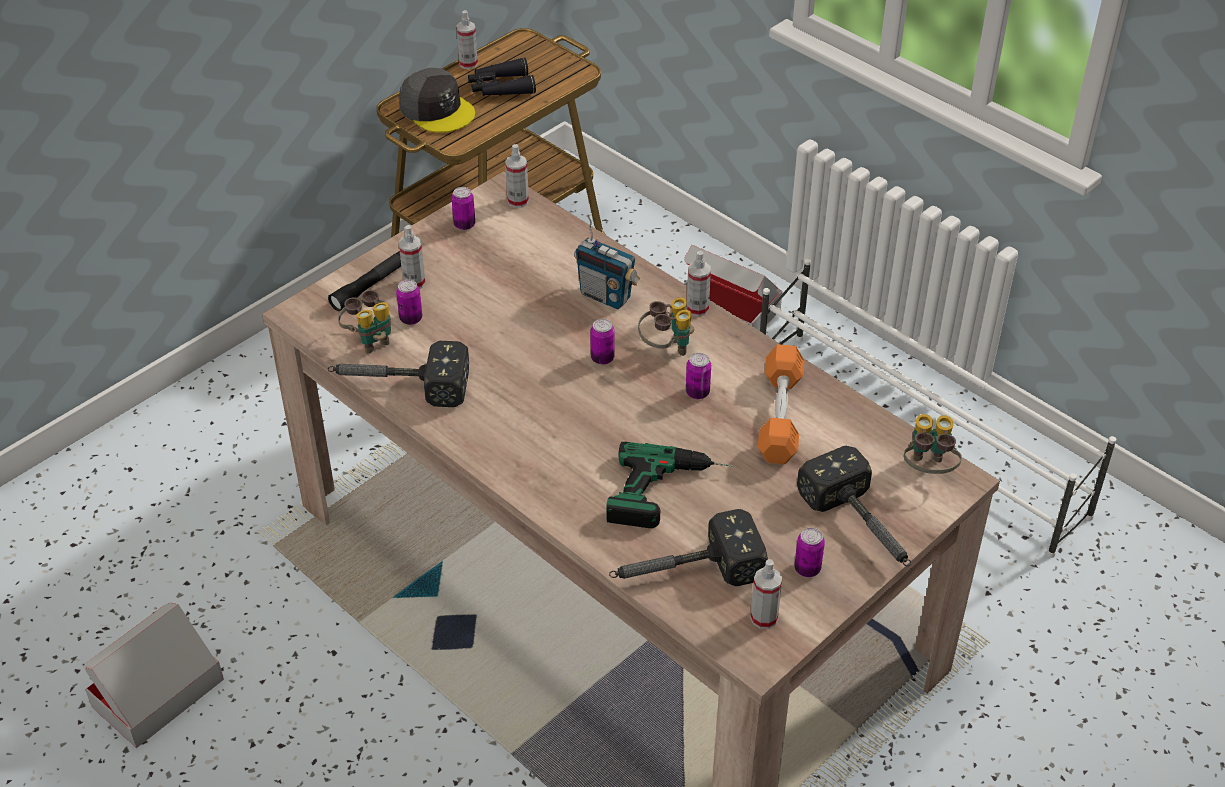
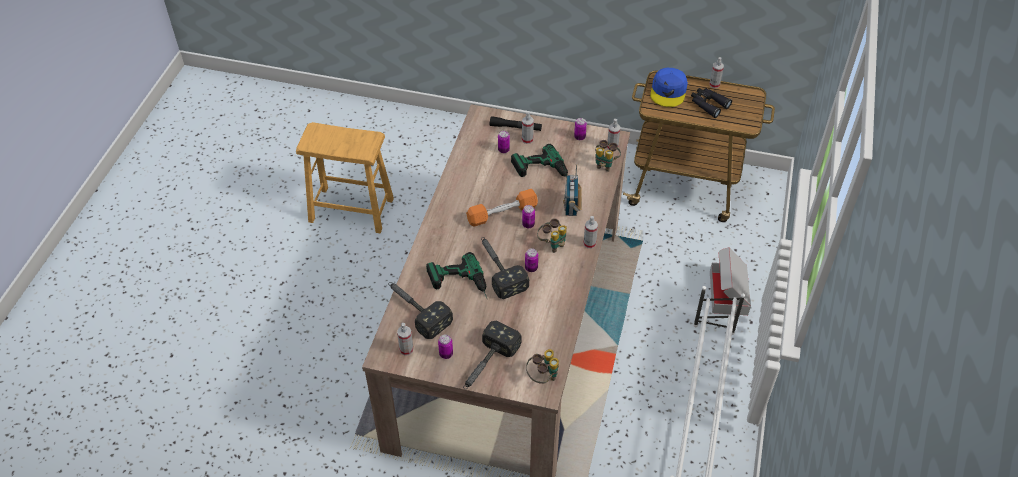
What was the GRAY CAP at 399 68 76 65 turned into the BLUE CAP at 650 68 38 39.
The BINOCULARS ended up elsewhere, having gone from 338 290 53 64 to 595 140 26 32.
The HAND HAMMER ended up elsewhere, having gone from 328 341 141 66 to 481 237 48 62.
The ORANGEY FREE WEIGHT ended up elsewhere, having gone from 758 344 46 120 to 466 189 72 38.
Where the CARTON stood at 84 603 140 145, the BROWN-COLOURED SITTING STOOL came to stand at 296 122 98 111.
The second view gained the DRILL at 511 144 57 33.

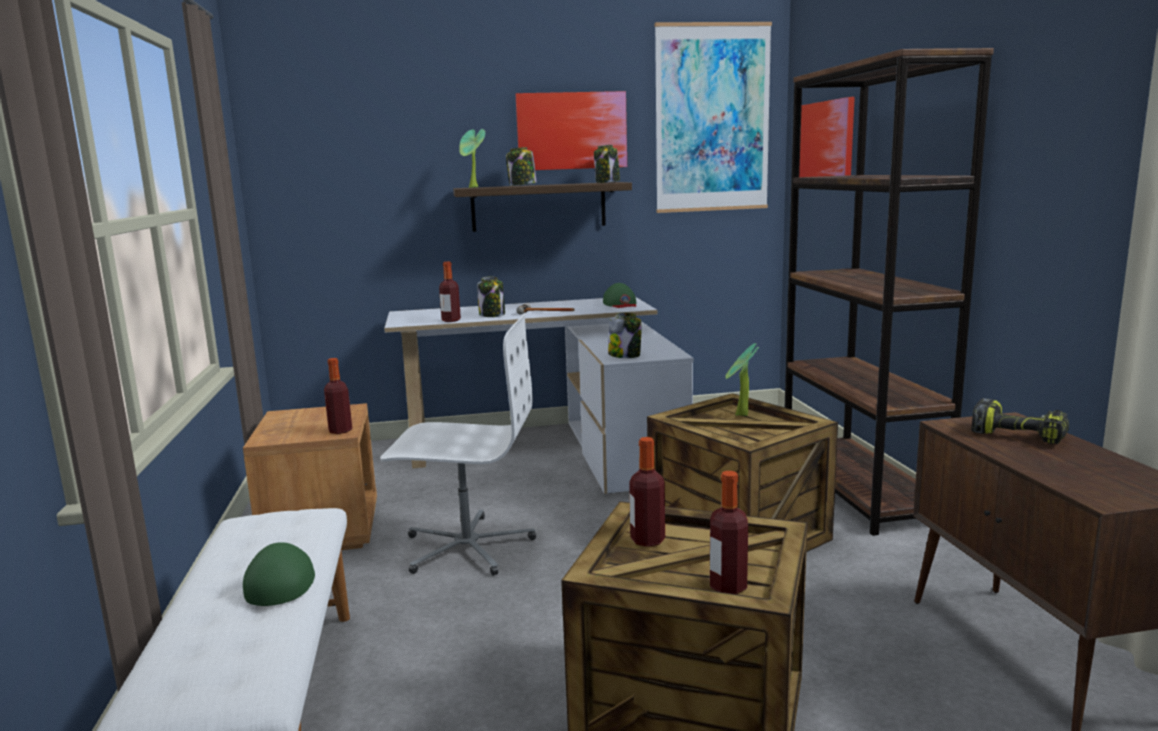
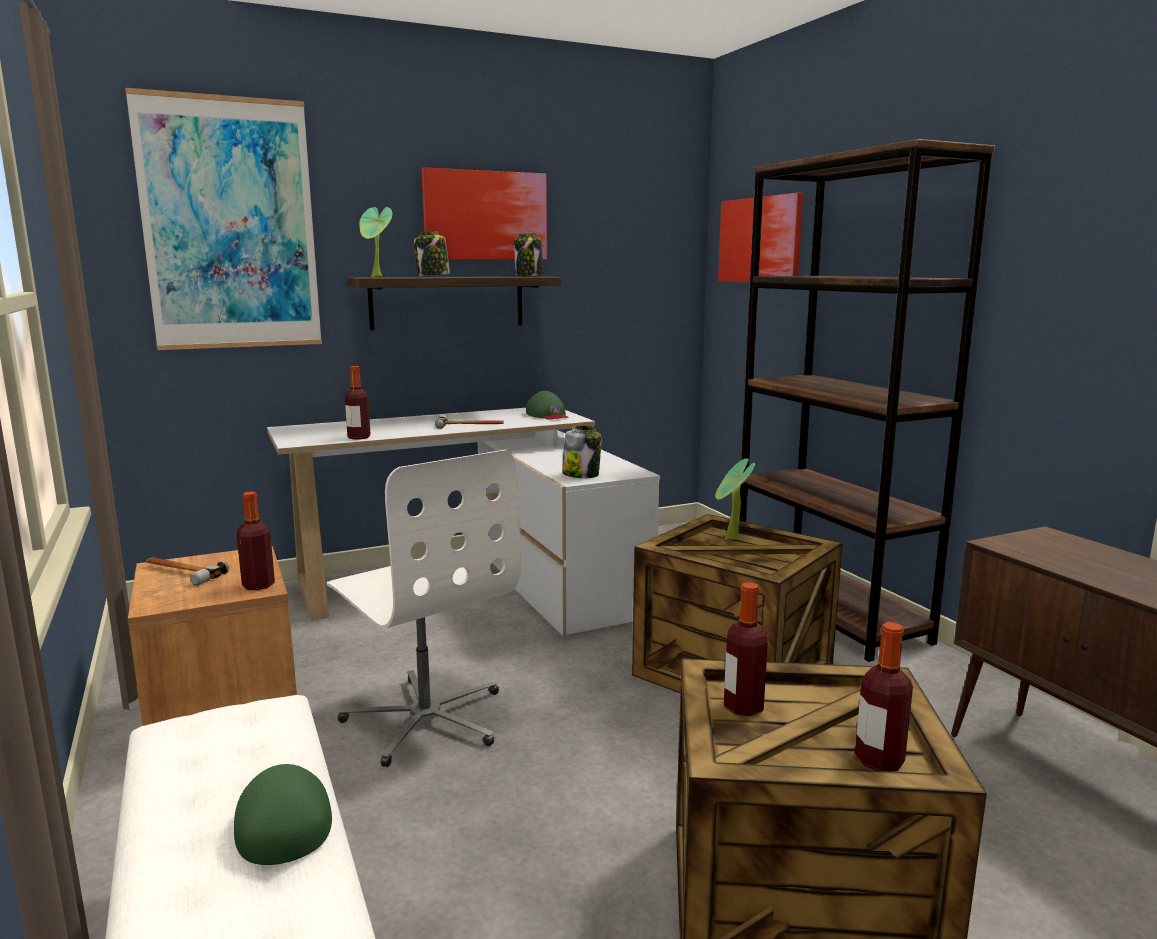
The WALL PICTURE ended up elsewhere, having gone from 655 22 117 191 to 125 88 197 262.
The second view lost the STORAGE JAR at 477 276 28 41.
The WHITISH COMPUTER CHAIR at 380 314 156 262 ended up facing another way, 60 degrees clockwise from before.
The second view lost the DRILL at 971 398 98 46.
The second view gained the HAND HAMMER at 146 558 83 28.

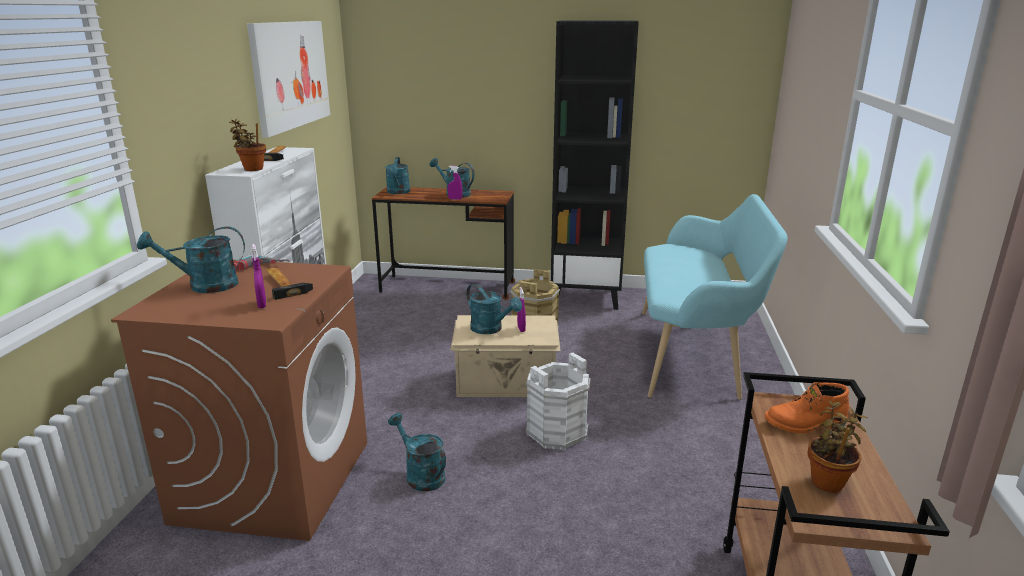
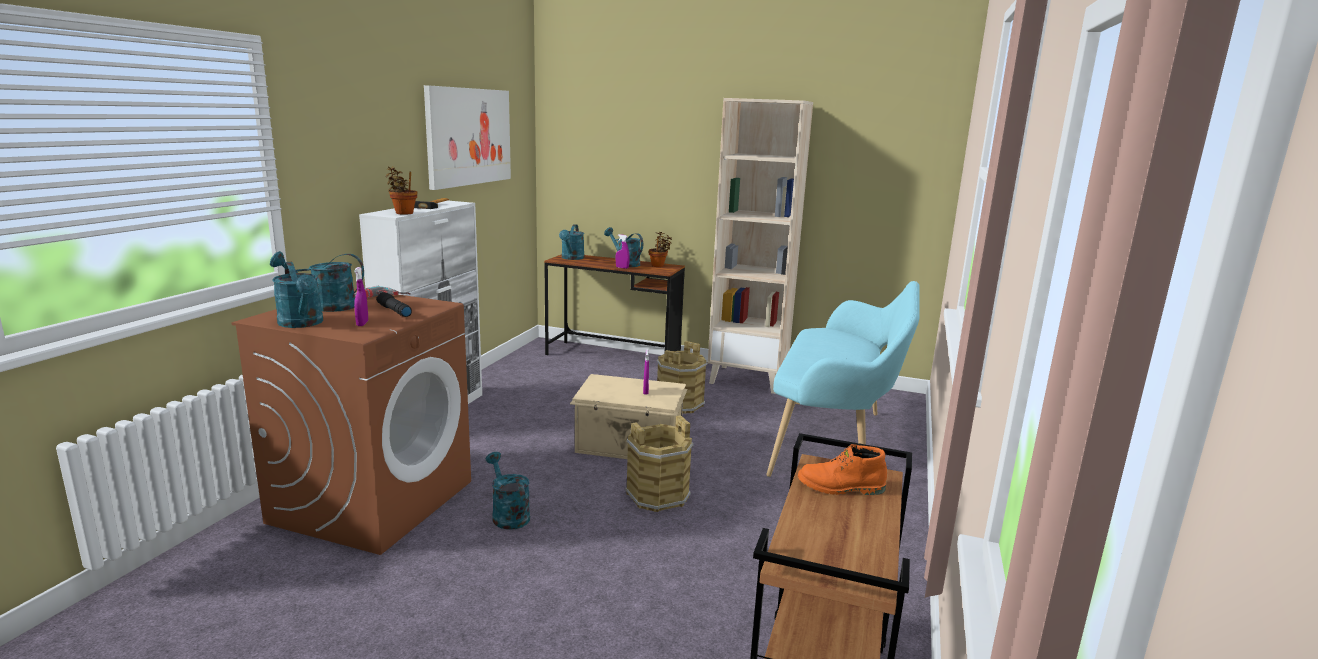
What was the BLACK BOOKCASE at 551 20 88 290 turned into the BEIGE BOOKCASE at 708 98 105 296.
Where the HAND HAMMER stood at 266 268 47 32, the BLACK TORCH came to stand at 376 292 36 25.
The BLUE-GREEN WATERING CAN ended up elsewhere, having gone from 466 284 56 50 to 272 262 51 66.
What was the WHITISH BUCKET at 526 353 65 97 turned into the BROWN-COLOURED BUCKET at 625 415 69 97.
The POTTED PLANT ended up elsewhere, having gone from 808 400 60 93 to 649 232 23 35.

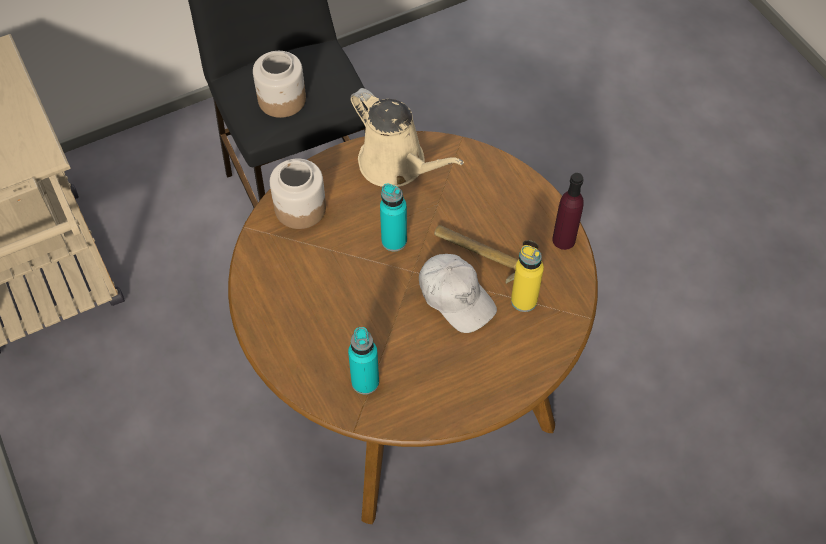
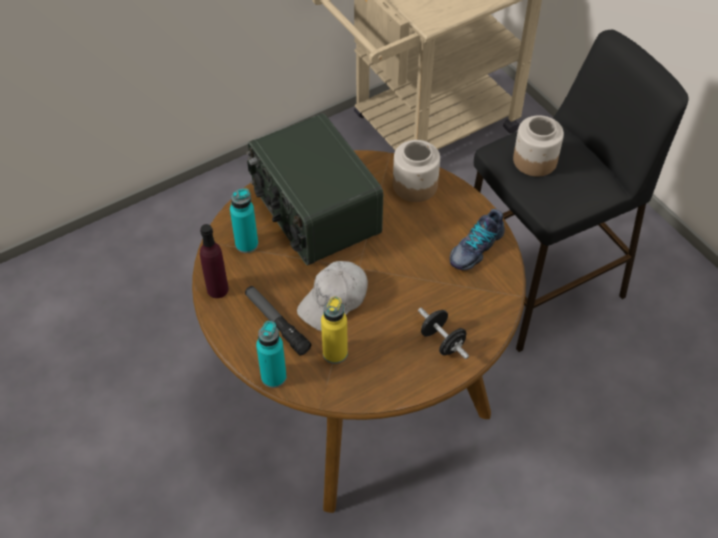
Where the BEIGE WATERING CAN stood at 350 88 114 99, the ITEM OF FOOTWEAR came to stand at 449 209 56 61.
The PURPLISH BOTTLE ended up elsewhere, having gone from 552 173 32 77 to 200 224 29 74.
The BLUE-GREEN BOTTLE ended up elsewhere, having gone from 380 183 27 69 to 256 321 31 67.
The second view lost the HAND HAMMER at 434 225 104 59.
The second view gained the RADIO RECEIVER at 247 113 136 152.
The second view gained the TORCH at 245 286 66 69.
The second view gained the BLACK FREE WEIGHT at 418 307 51 52.

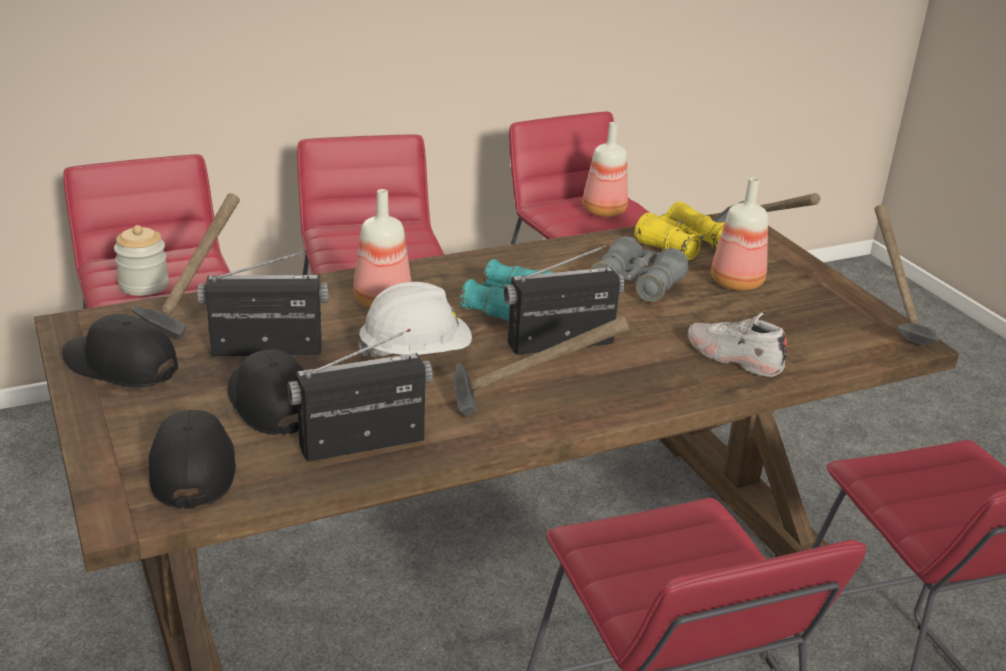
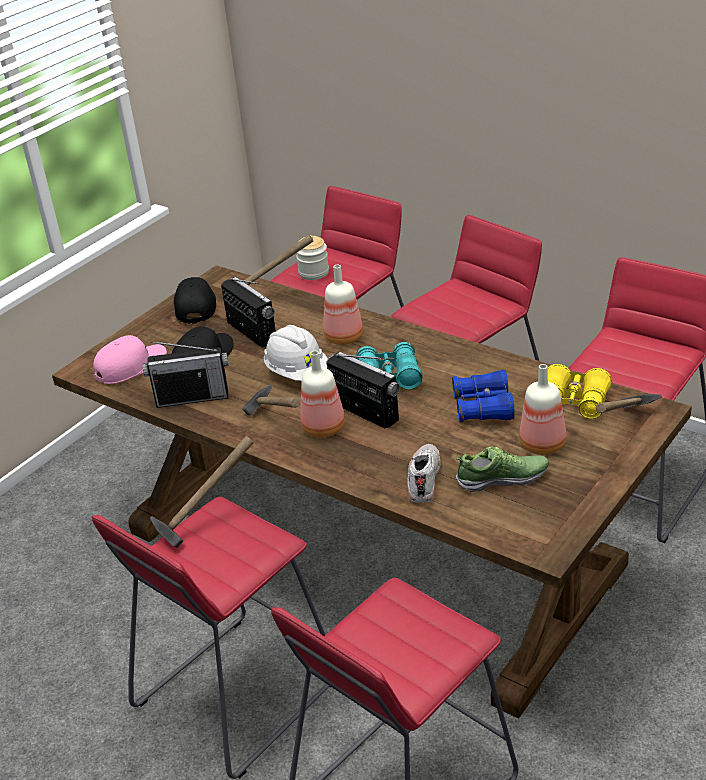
The BOTTLE ended up elsewhere, having gone from 583 122 45 95 to 300 351 45 86.
The HAND HAMMER ended up elsewhere, having gone from 875 205 63 141 to 150 436 104 112.
What was the GRAY BINOCULARS at 590 236 99 66 turned into the BLUE BINOCULARS at 452 370 63 53.
The RADIO RECEIVER at 287 329 146 132 ended up facing another way, 135 degrees clockwise from before.
What was the BLACK CAP at 149 410 87 99 turned into the PINKISH CAP at 93 335 74 49.
The second view gained the ITEM OF FOOTWEAR at 456 447 93 45.

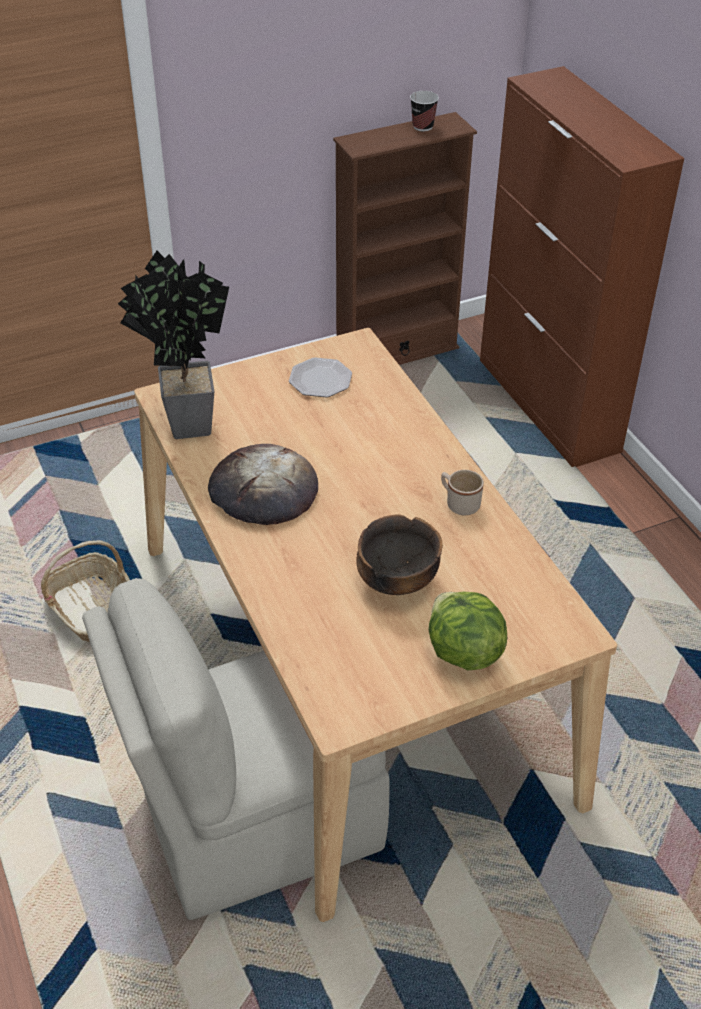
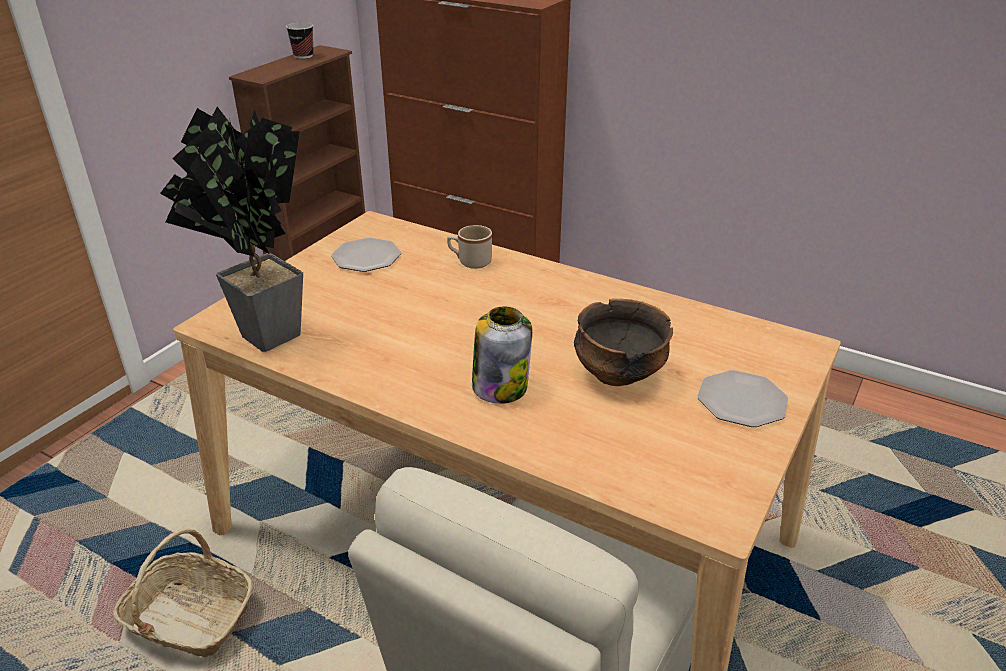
The second view lost the BREAD at 208 444 110 81.
The BEIGE MUG ended up elsewhere, having gone from 441 470 43 45 to 447 225 45 44.
Where the LETTUCE HEAD stood at 429 592 78 78, the PLATE came to stand at 697 370 92 57.
The second view gained the STORAGE JAR at 472 307 60 97.

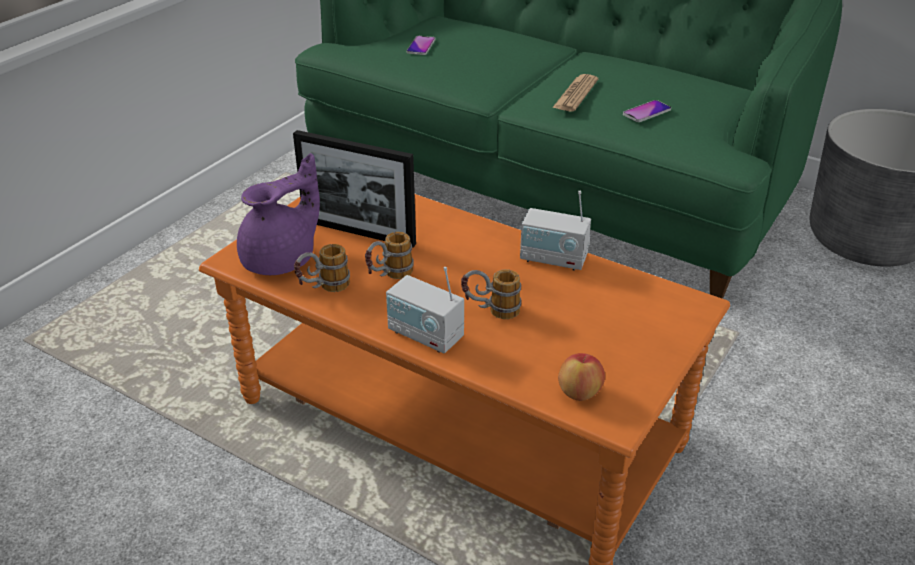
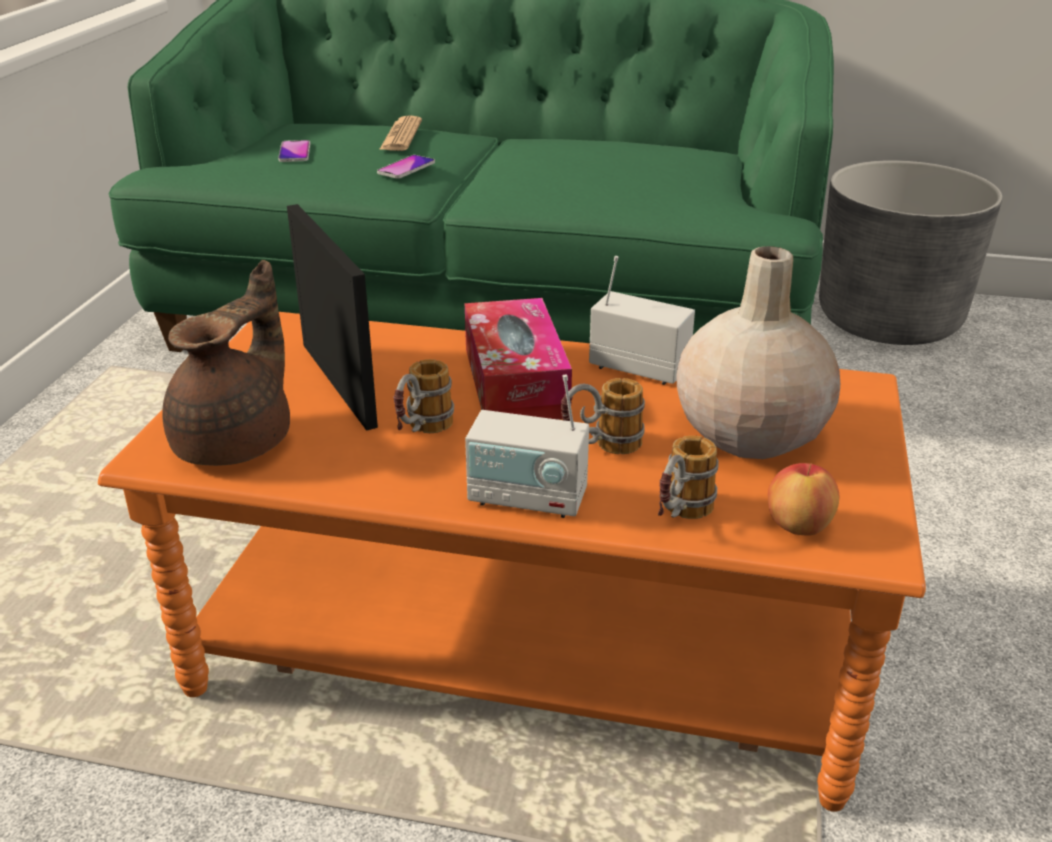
The DAILY PAPER ended up elsewhere, having gone from 552 74 46 38 to 379 115 43 36.
The PHONE ended up elsewhere, having gone from 623 100 48 22 to 377 155 58 23.
The PICTURE FRAME at 293 130 123 118 ended up facing another way, 120 degrees counterclockwise from before.
What was the PURPLISH POT FOR TEA at 237 153 83 122 turned into the BROWN-COLOURED POT FOR TEA at 162 260 128 206.
The RADIO RECEIVER at 520 191 71 80 ended up facing another way, 150 degrees counterclockwise from before.
The MUG ended up elsewhere, having gone from 294 244 56 48 to 658 436 61 83.
The second view gained the BEIGE DECORATIVE VASE at 676 246 164 213.
The second view gained the BOX OF TISSUES at 465 298 107 122.

